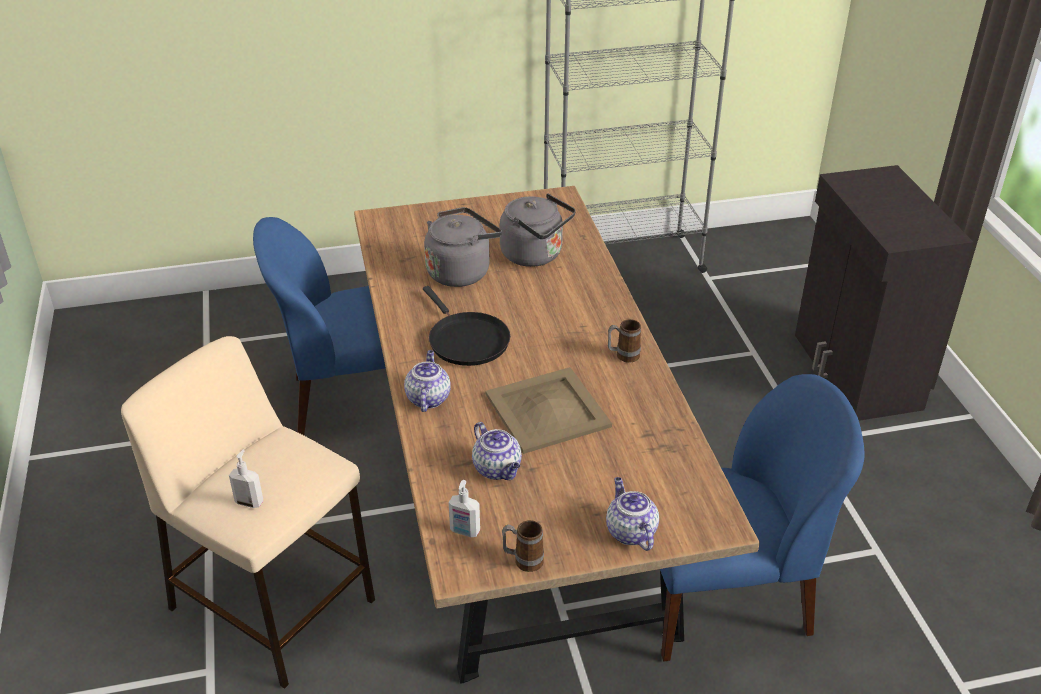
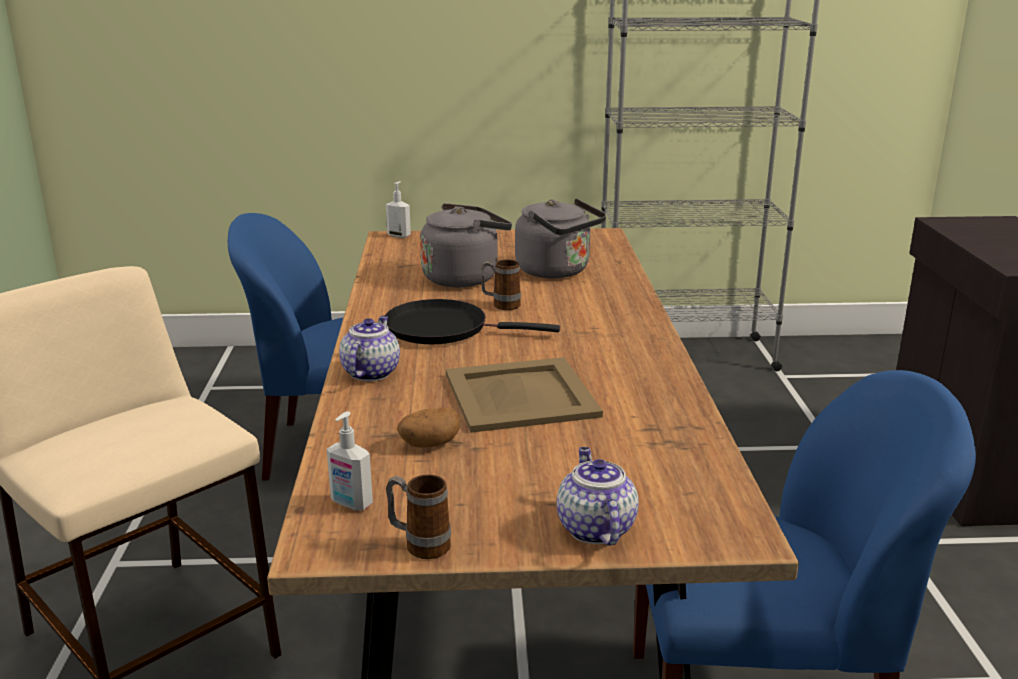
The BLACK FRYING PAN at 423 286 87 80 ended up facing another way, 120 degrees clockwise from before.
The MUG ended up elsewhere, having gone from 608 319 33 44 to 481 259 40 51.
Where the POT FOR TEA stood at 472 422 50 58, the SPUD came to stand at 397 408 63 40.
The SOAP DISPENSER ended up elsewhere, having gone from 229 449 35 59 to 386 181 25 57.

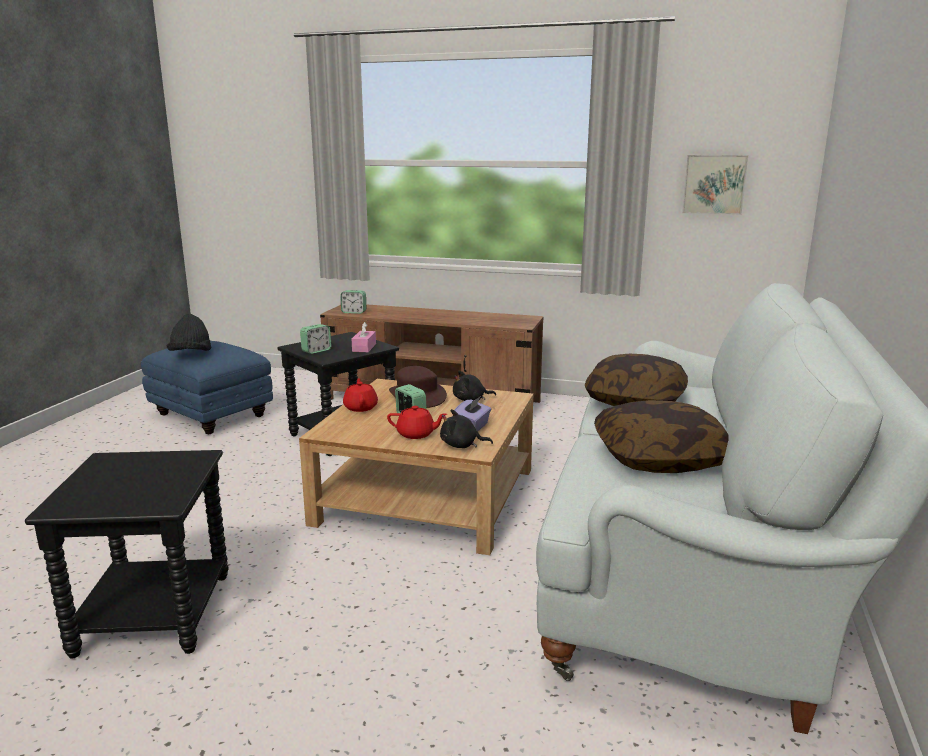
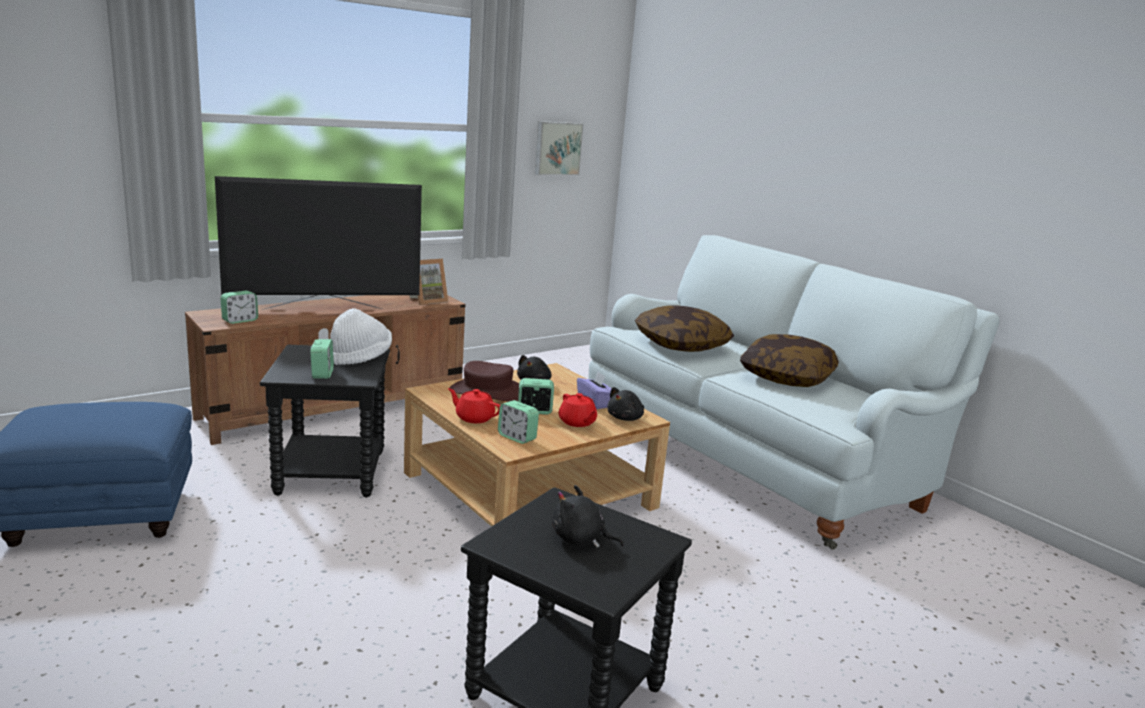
The second view lost the BLACK HAT at 167 314 44 37.
Where the PINKISH BOX OF TISSUES stood at 352 322 24 30, the WHITISH HAT came to stand at 330 308 62 57.
The REDDISH POT FOR TEA at 387 406 60 33 ended up facing another way, 105 degrees clockwise from before.
The second view gained the TV at 215 176 207 134.
The second view gained the PICTURE FRAME at 410 259 38 46.
The second view gained the ALARM CLOCK at 498 400 41 44.
The second view gained the BLACK SOFT TOY at 552 485 72 63.

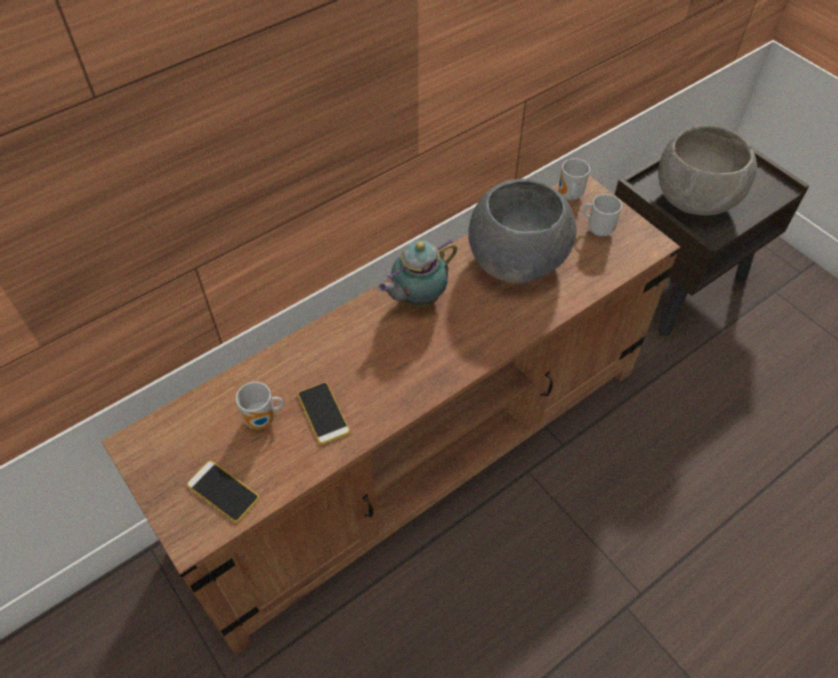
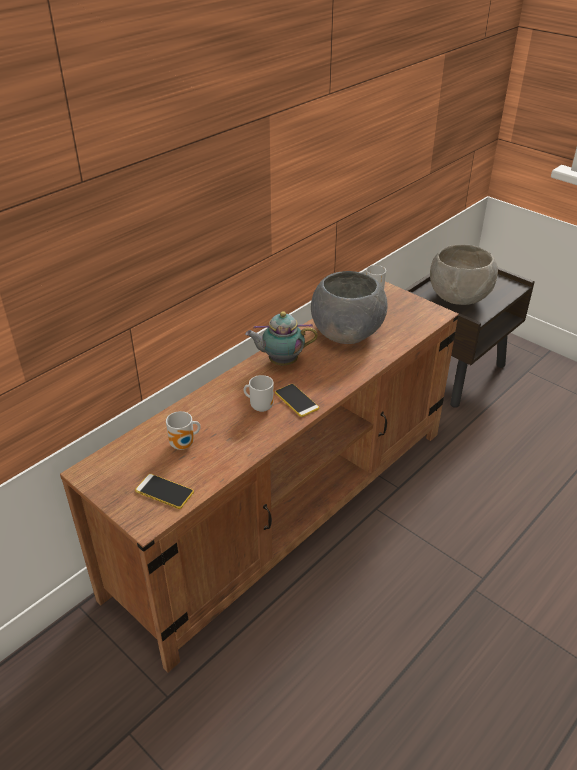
The MUG ended up elsewhere, having gone from 583 194 39 43 to 244 375 30 37.
The POT FOR TEA at 378 239 79 68 ended up facing another way, 45 degrees clockwise from before.
The PHONE ended up elsewhere, having gone from 298 382 52 63 to 275 384 44 33.

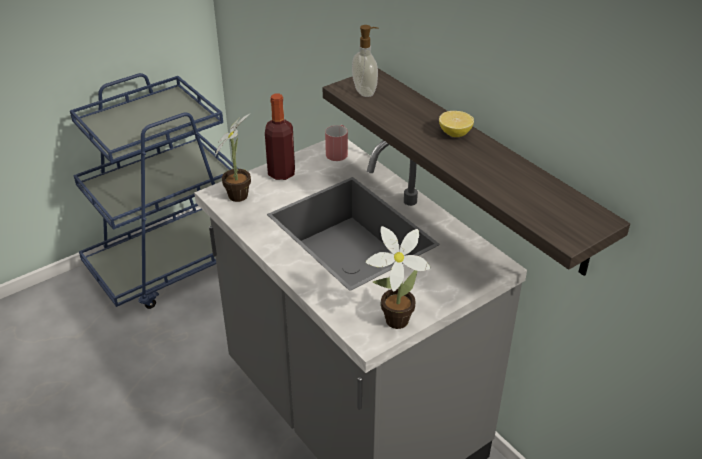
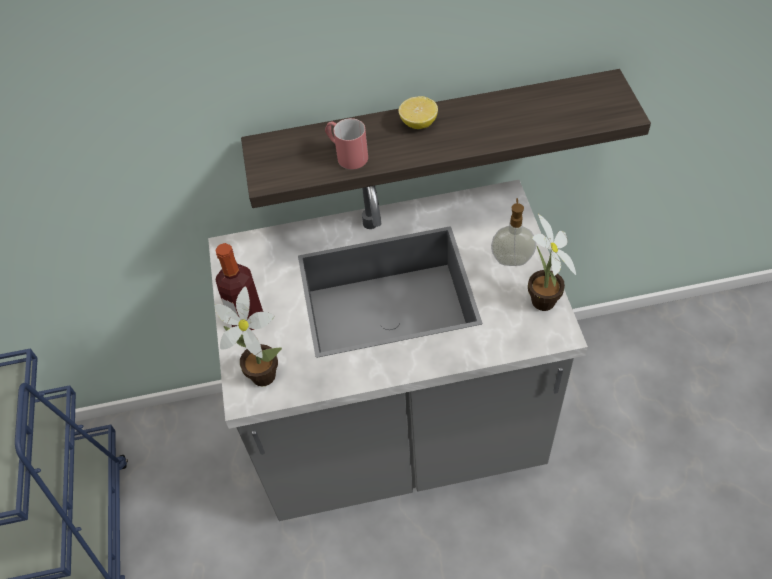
The SOAP DISPENSER ended up elsewhere, having gone from 352 25 26 72 to 491 198 45 68.
The REDDISH MUG ended up elsewhere, having gone from 325 125 23 36 to 325 118 43 51.

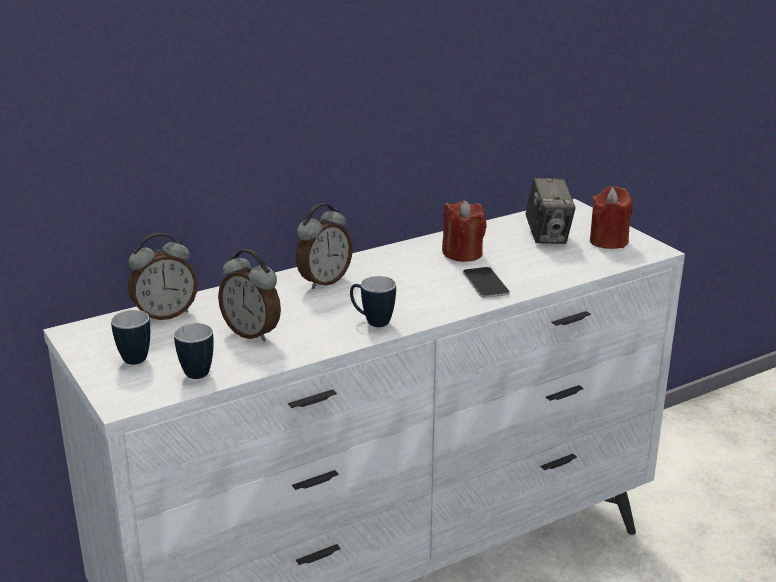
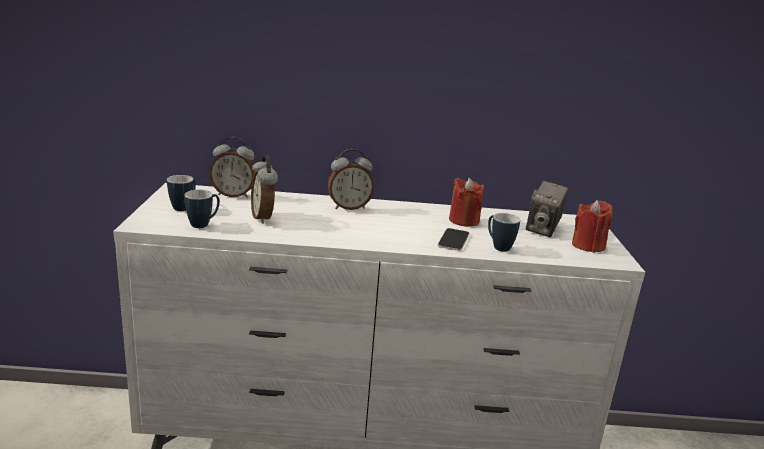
The MUG ended up elsewhere, having gone from 350 276 46 51 to 488 213 32 39.

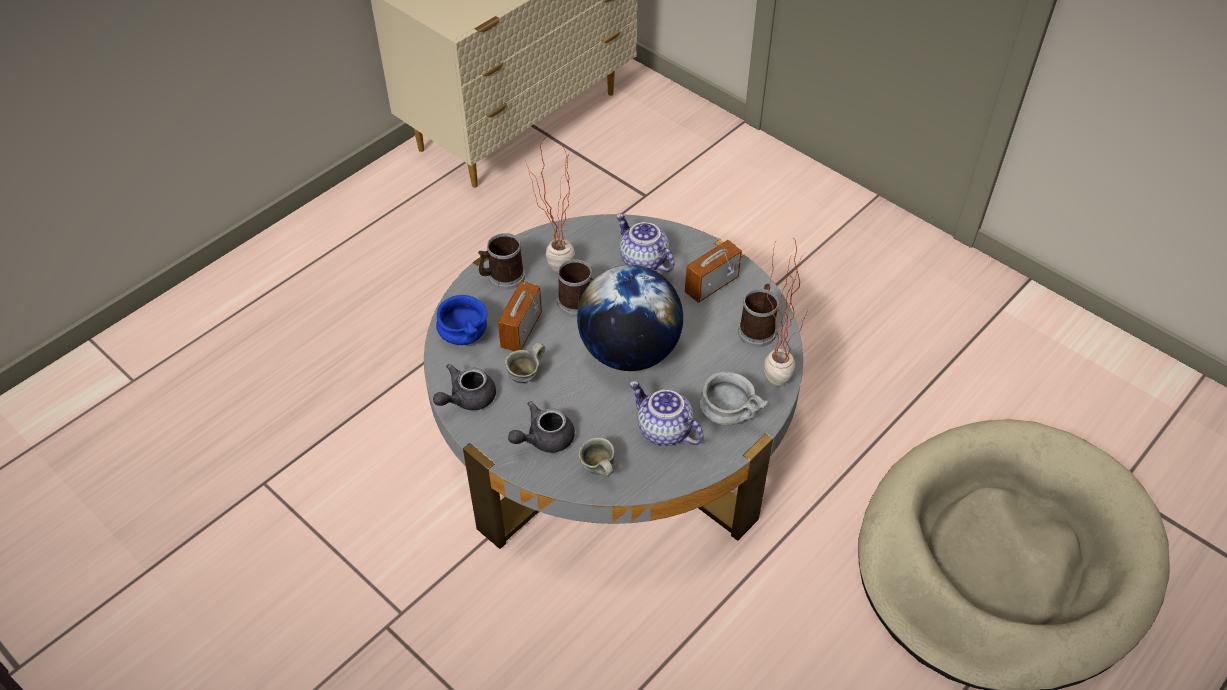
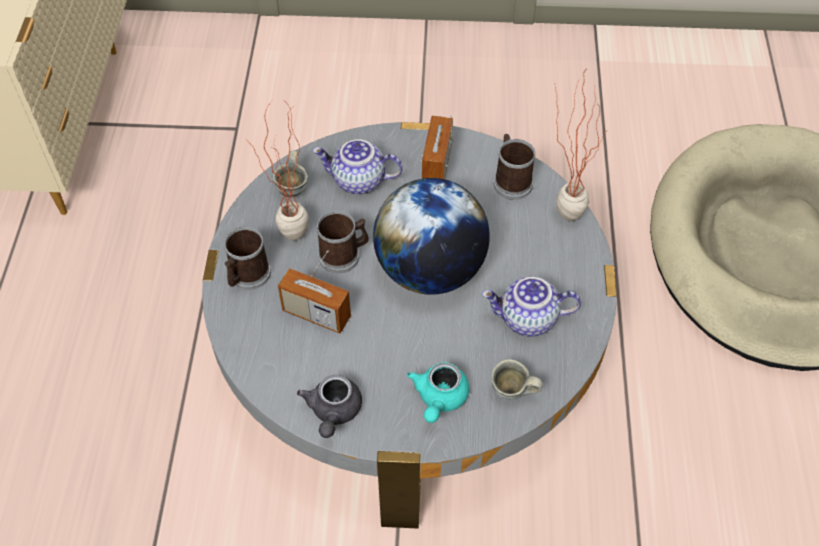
The RADIO RECEIVER at 498 281 44 70 ended up facing another way, 45 degrees counterclockwise from before.
The second view lost the BLUE DEEP DISH at 436 295 51 50.
The GRAY MUG ended up elsewhere, having gone from 505 342 40 41 to 273 150 35 47.
The second view lost the GRAY DEEP DISH at 699 372 70 54.
What was the GRAY POT FOR TEA at 508 401 67 52 turned into the BLUE-GREEN POT FOR TEA at 407 362 62 61.

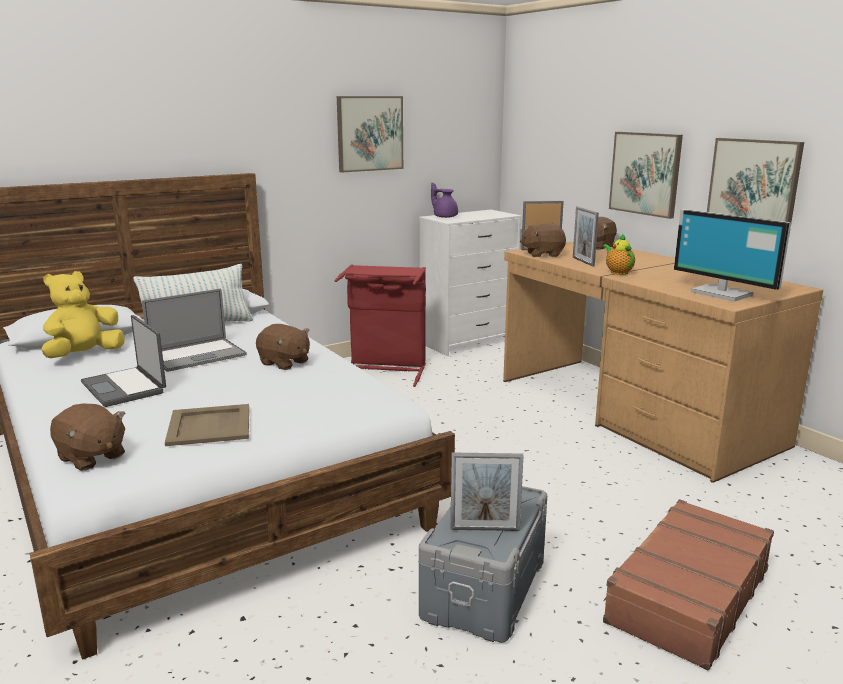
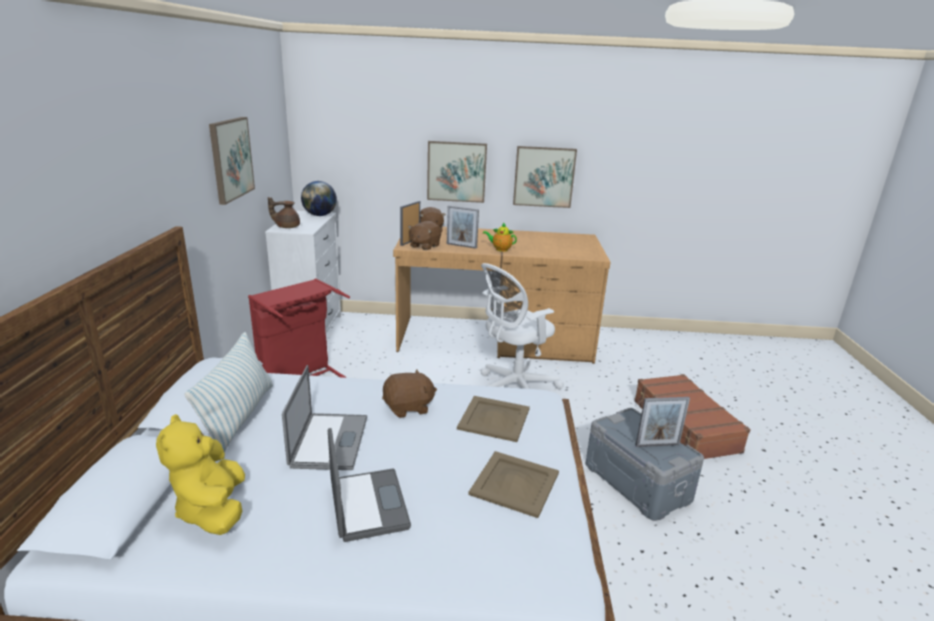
What was the PURPLISH POT FOR TEA at 431 183 27 35 turned into the BROWN-COLOURED POT FOR TEA at 268 197 32 31.
The second view lost the MONITOR at 674 209 117 93.
The NOTEBOOK COMPUTER at 81 315 85 92 ended up facing another way, 105 degrees counterclockwise from before.
The second view lost the BROWN-COLOURED SOFT TOY at 50 403 76 68.
The PICTURE FRAME at 451 453 73 78 ended up facing another way, 45 degrees clockwise from before.
The second view gained the DESK GLOBE at 301 181 36 35.
The second view gained the WHITISH COMPUTER CHAIR at 480 263 84 127.
The second view gained the BEIGE CARRYING TRAY at 457 396 73 46.

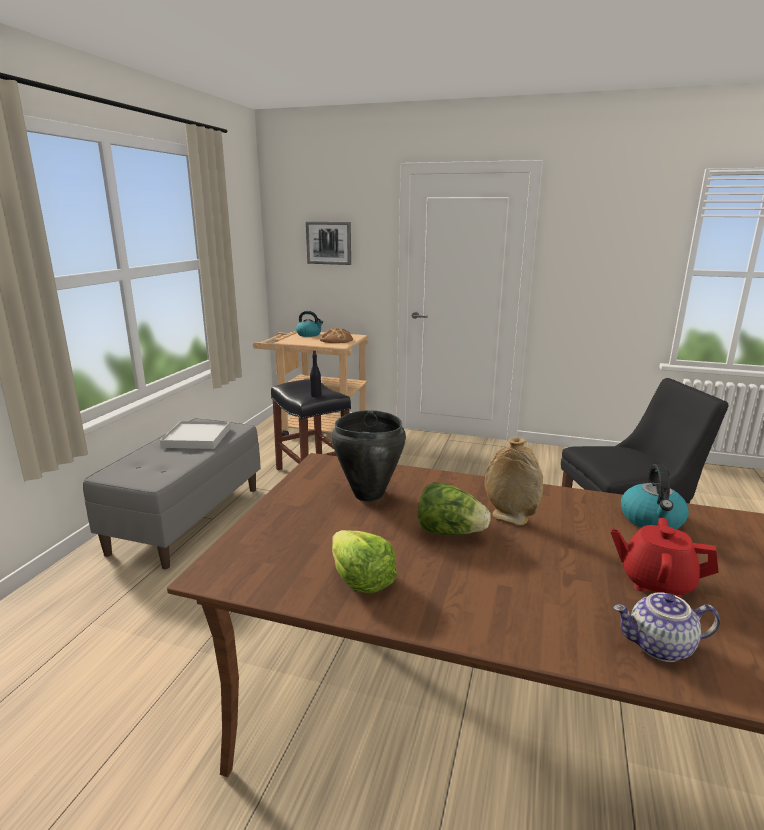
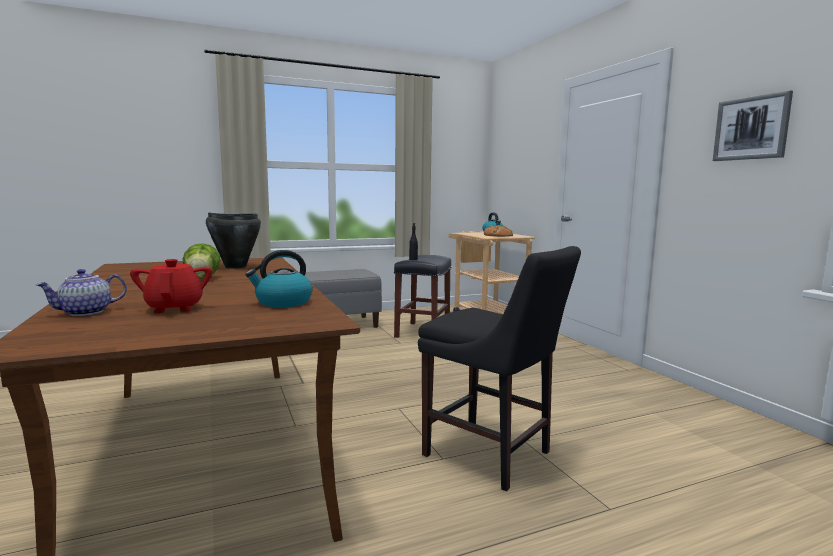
The WALL PICTURE ended up elsewhere, having gone from 306 222 45 43 to 713 90 80 71.
The second view lost the WHITISH CARRYING TRAY at 160 421 70 28.
The second view lost the BEIGE DECORATIVE VASE at 484 437 59 89.
The second view lost the LETTUCE HEAD at 332 530 65 63.
The POT FOR TEA at 613 592 107 70 ended up facing another way, 90 degrees counterclockwise from before.

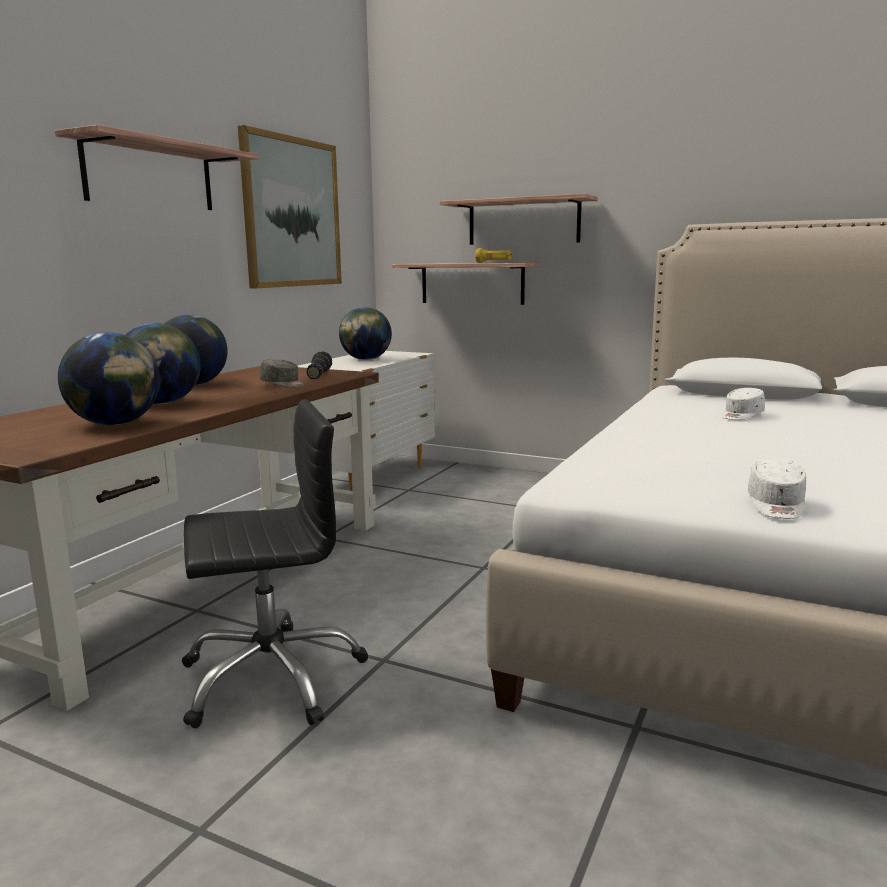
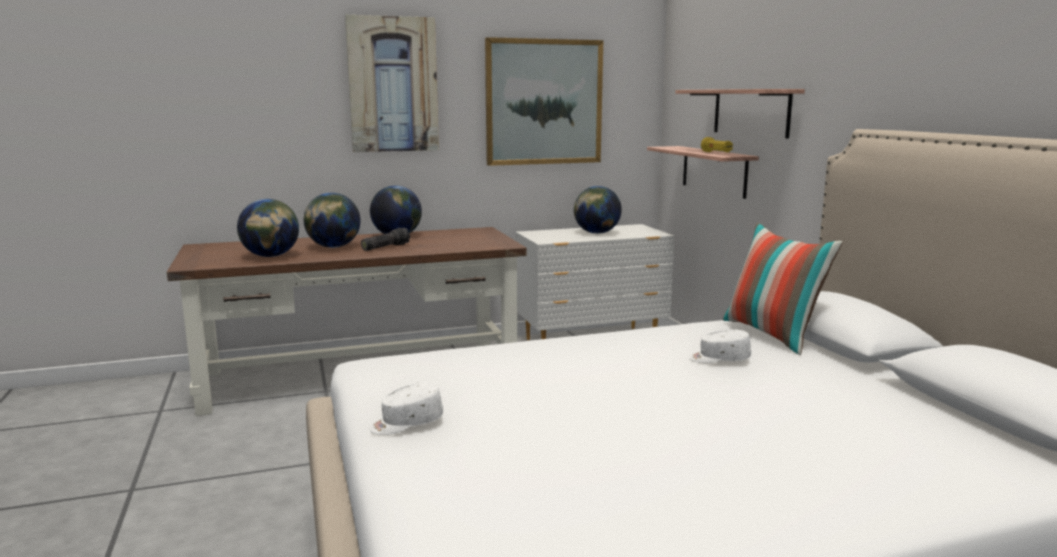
Where the SHELF hung at 55 125 204 85, the WALL PICTURE came to hang at 345 15 94 137.
The TORCH ended up elsewhere, having gone from 307 351 25 28 to 361 228 49 23.
The second view lost the GRAY CAP at 260 359 45 29.
The second view lost the BLACK COMPUTER CHAIR at 182 399 186 329.
The second view gained the THROW PILLOW at 723 223 120 132.

